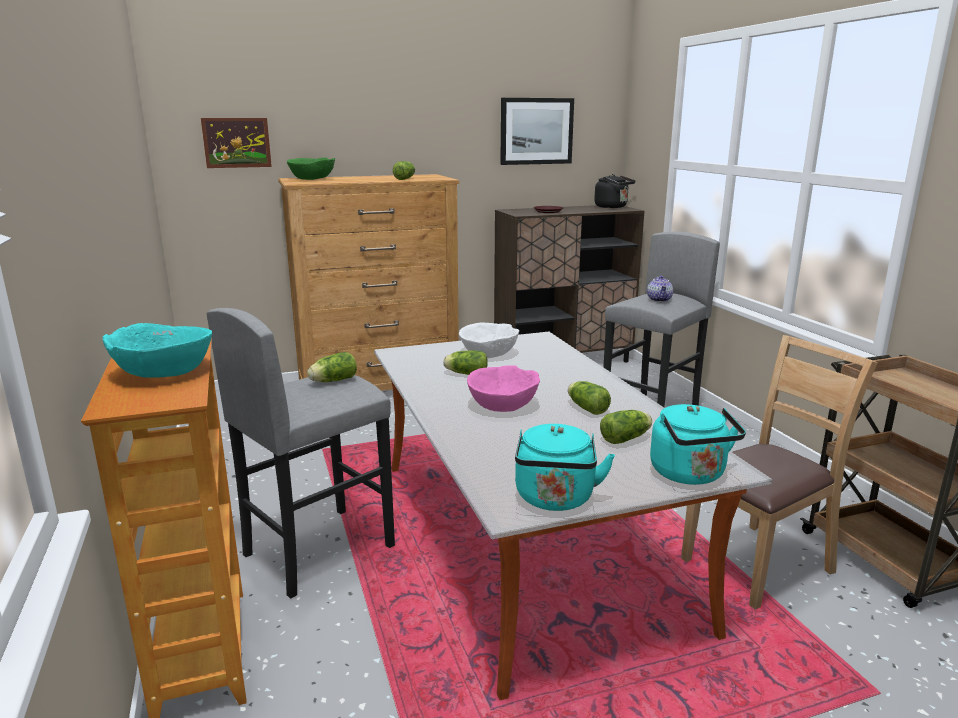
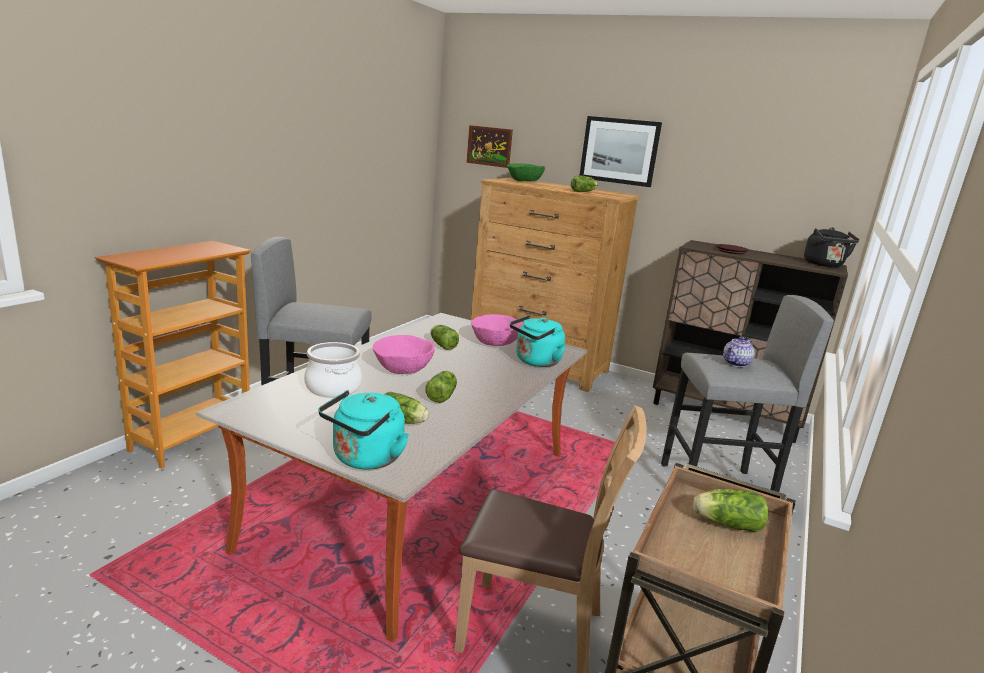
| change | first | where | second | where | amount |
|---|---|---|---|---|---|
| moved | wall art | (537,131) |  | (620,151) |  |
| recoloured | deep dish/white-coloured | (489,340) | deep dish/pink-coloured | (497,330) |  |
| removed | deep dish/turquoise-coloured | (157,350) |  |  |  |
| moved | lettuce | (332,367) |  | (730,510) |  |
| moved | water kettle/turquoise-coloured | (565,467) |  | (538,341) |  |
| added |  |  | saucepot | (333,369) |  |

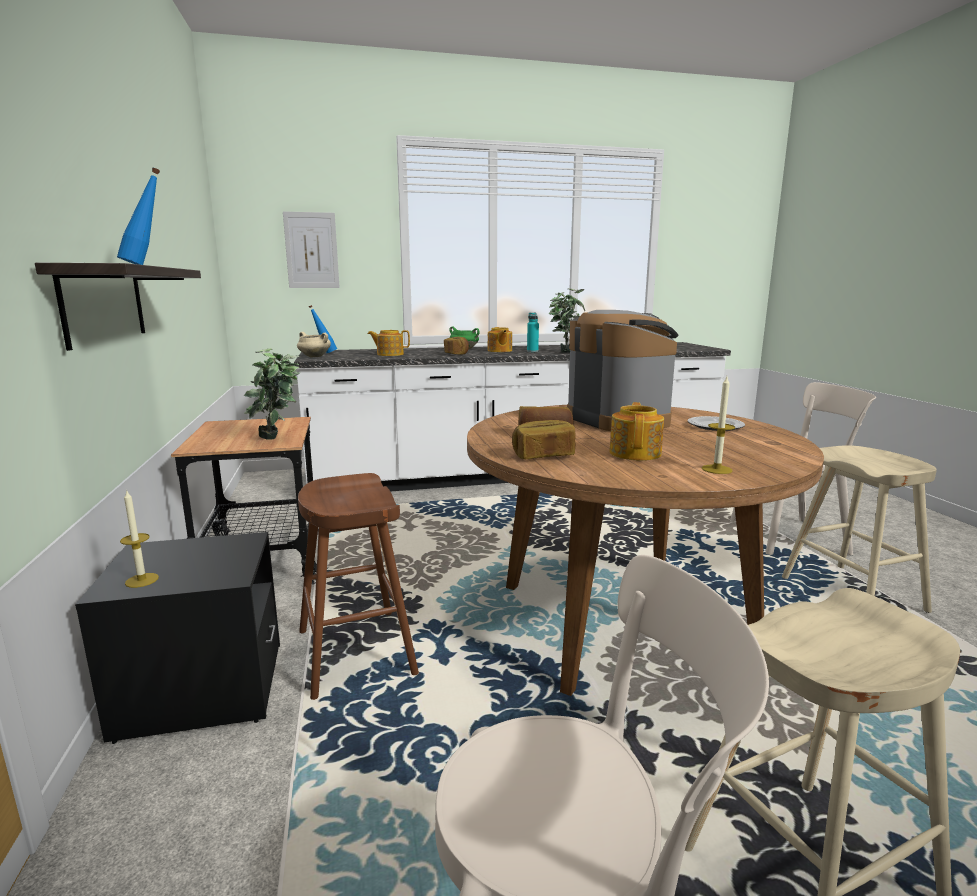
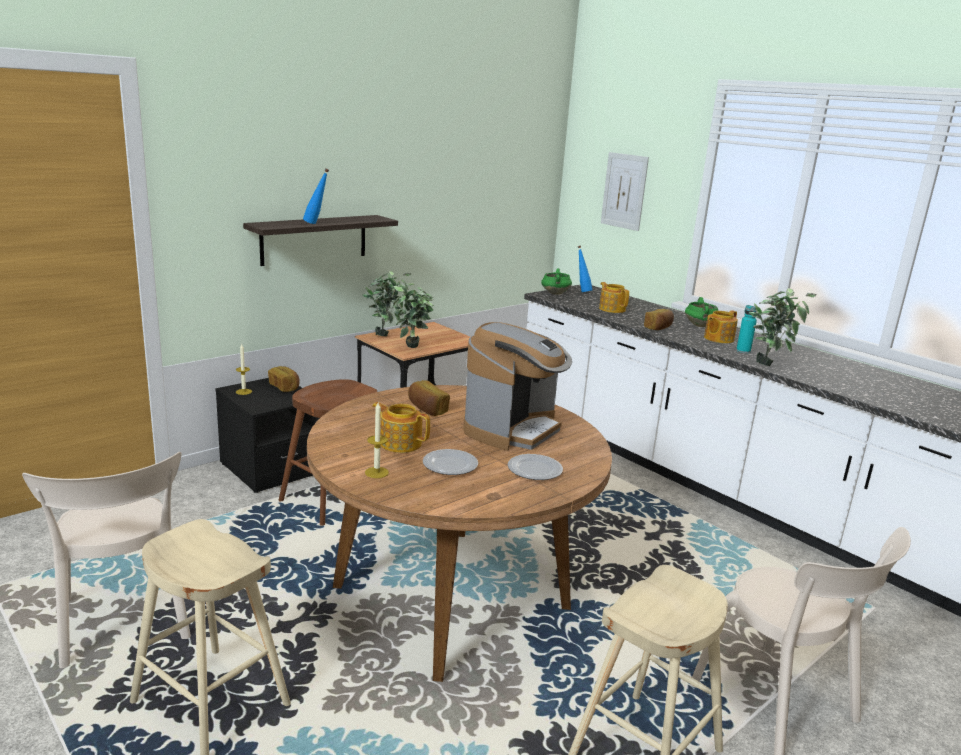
| change | first | where | second | where | amount |
|---|---|---|---|---|---|
| recoloured | saucepot/sand-coloured | (314,344) | saucepot/green-coloured | (556,281) |  |
| turned | tea pot | (636,431) |  | (401,427) | 135 degrees counterclockwise |
| moved | bread | (543,439) |  | (284,379) |  |
| added |  |  | houseplant | (387,303) |  |
| added |  |  | flat dish | (450,462) |  |

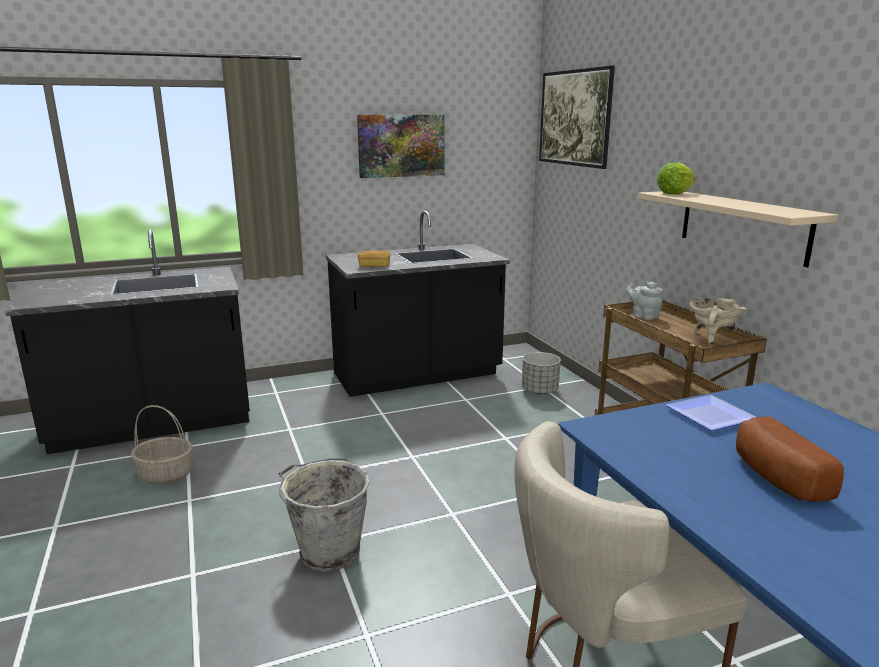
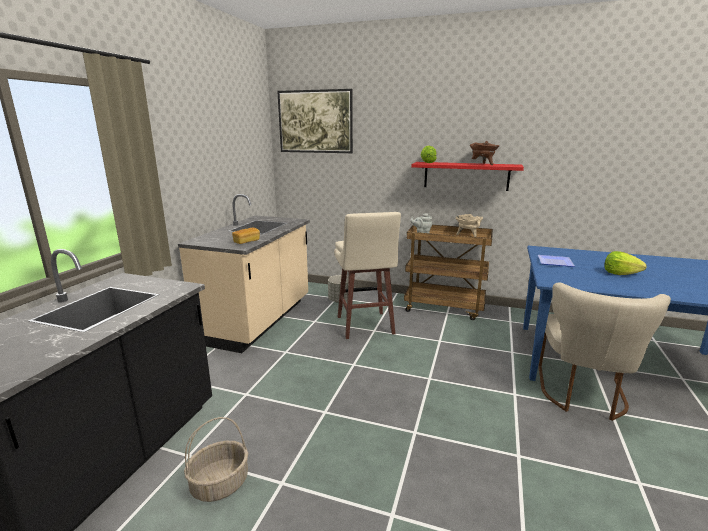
| change | first | where | second | where | amount |
|---|---|---|---|---|---|
| removed | wall art | (401,146) |  |  |  |
| recoloured | bracket shelf/sand-coloured | (738,229) | bracket shelf/red-coloured | (467,176) |  |
| recoloured | kitchen counter/black | (418,304) | kitchen counter/sand-coloured | (244,273) |  |
| replaced | bread | (790,458) | lettuce | (626,263) |  |
| removed | water bucket/greyish | (324,515) |  |  |  |
| added |  |  | saucepot/brown-coloured | (485,153) |  |
| added |  |  | sitting stool/sand-coloured | (367,275) |  |

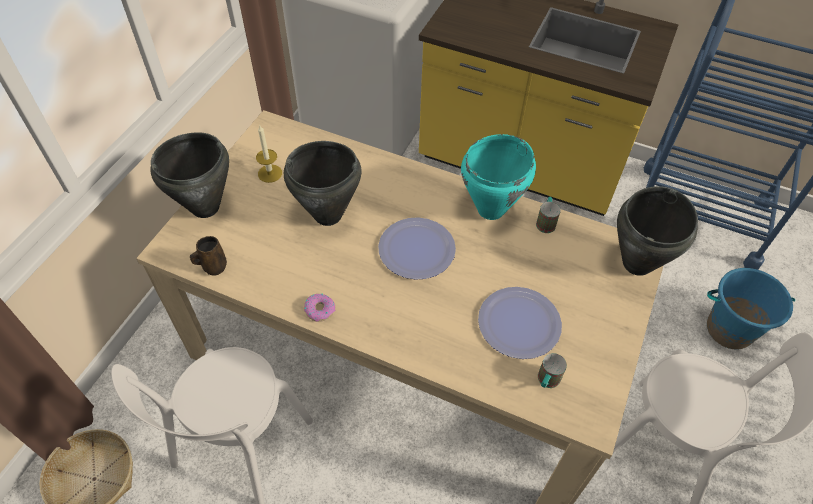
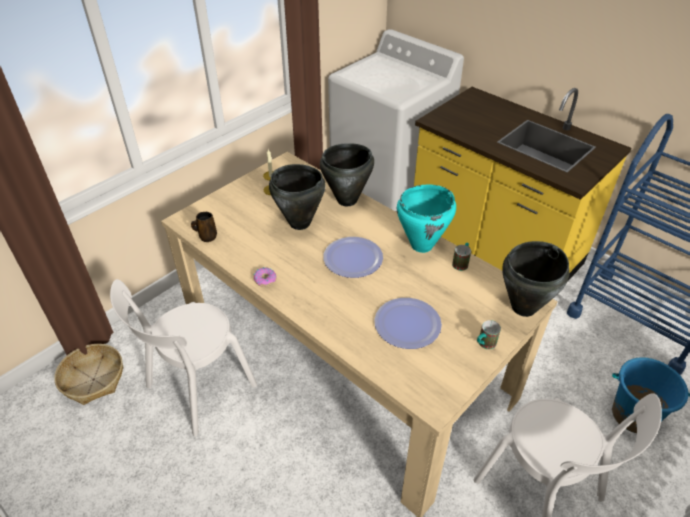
| change | first | where | second | where | amount |
|---|---|---|---|---|---|
| moved | saucepot/black | (189,175) |  | (347,174) |  |
| moved | coffee mug | (552,370) |  | (489,334) |  |

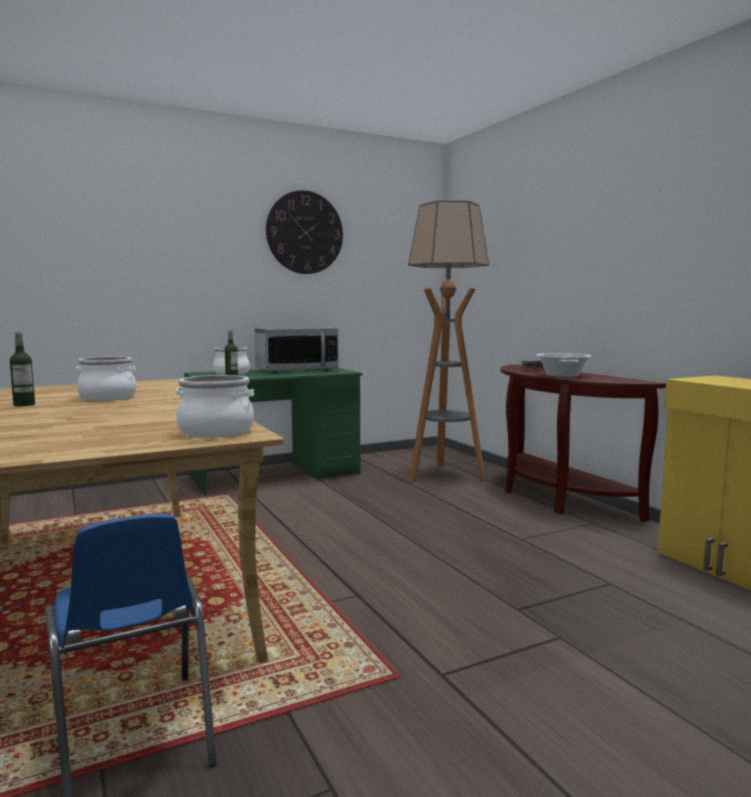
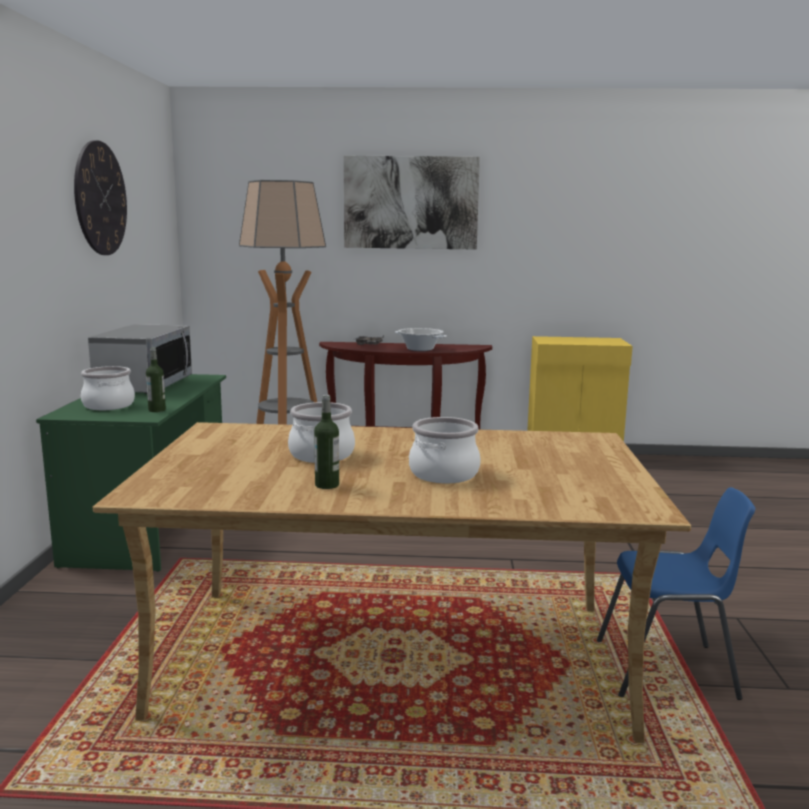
| change | first | where | second | where | amount |
|---|---|---|---|---|---|
| moved | saucepot | (215,406) |  | (445,450) |  |
| added |  |  | wall art | (412,203) |  |

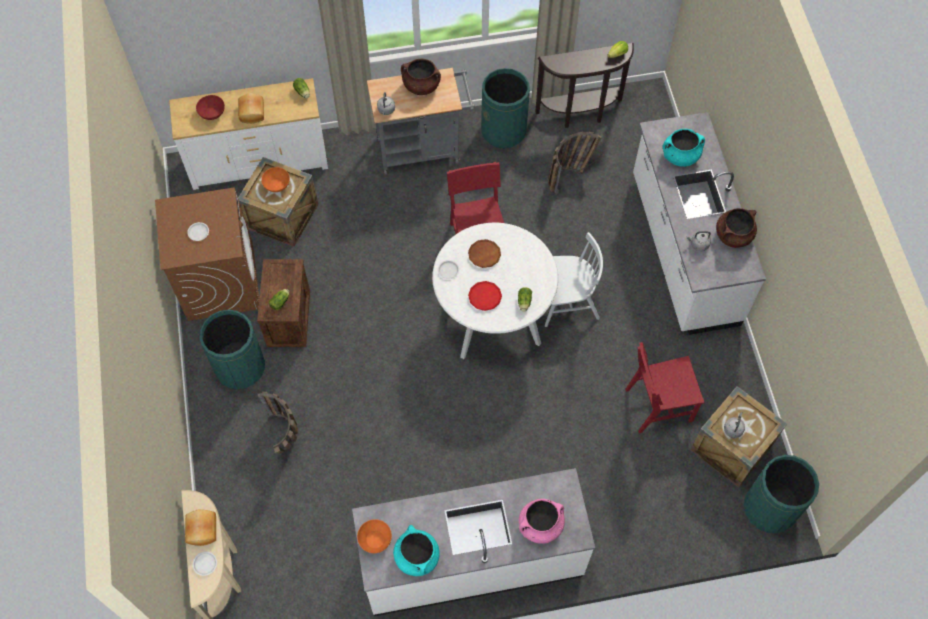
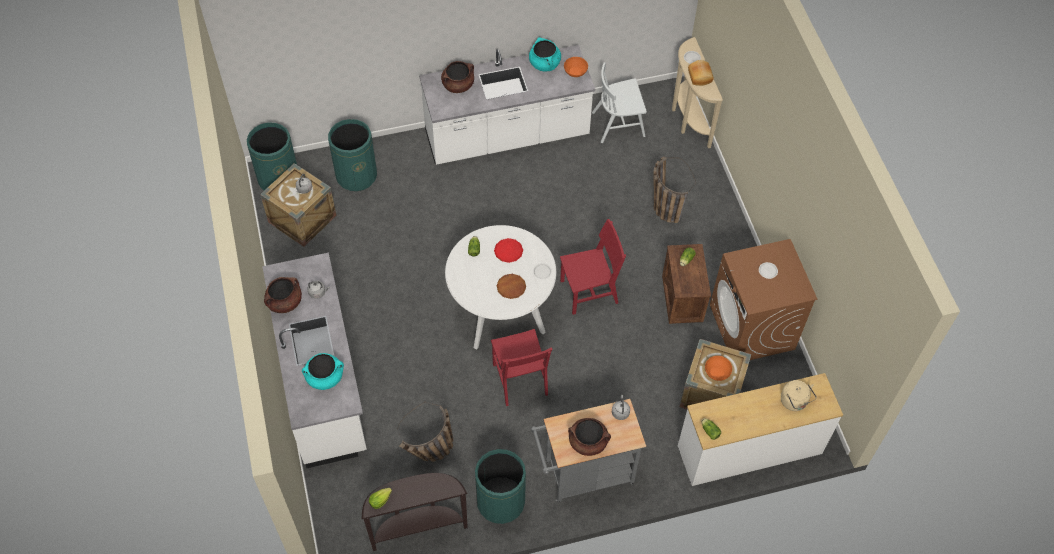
| change | first | where | second | where | amount |
|---|---|---|---|---|---|
| removed | bread | (251,108) |  |  |  |
| replaced | deep dish/red-coloured | (210,107) | water kettle/sand-coloured | (799,395) |  |
| moved | plain chair/white-coloured | (574,279) |  | (619,102) |  |
| moved | rubbish bin/green-coloured | (232,349) |  | (352,155) |  |
| moved | plain chair/red-coloured | (665,387) |  | (593,267) |  |
| recoloured | saucepot/pink-coloured | (542,521) | saucepot/brown-coloured | (457,77) |  |

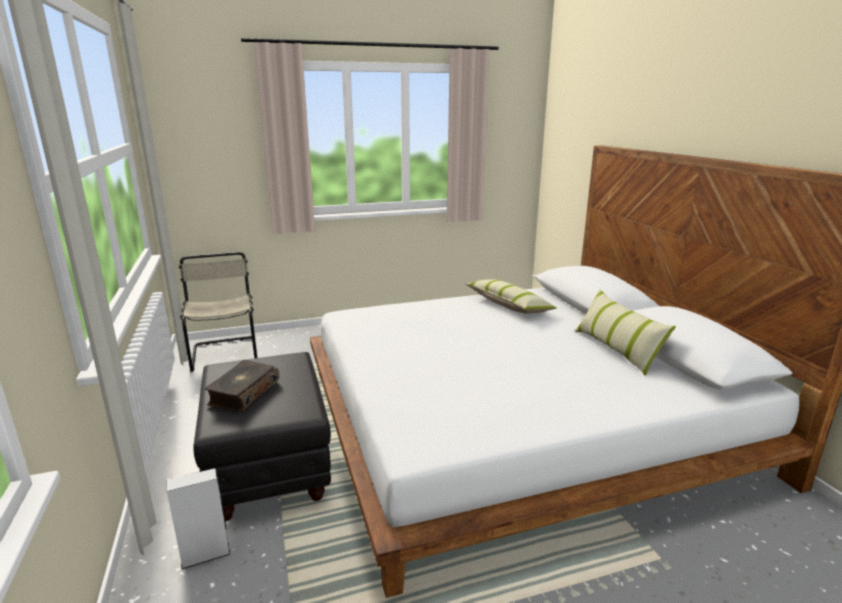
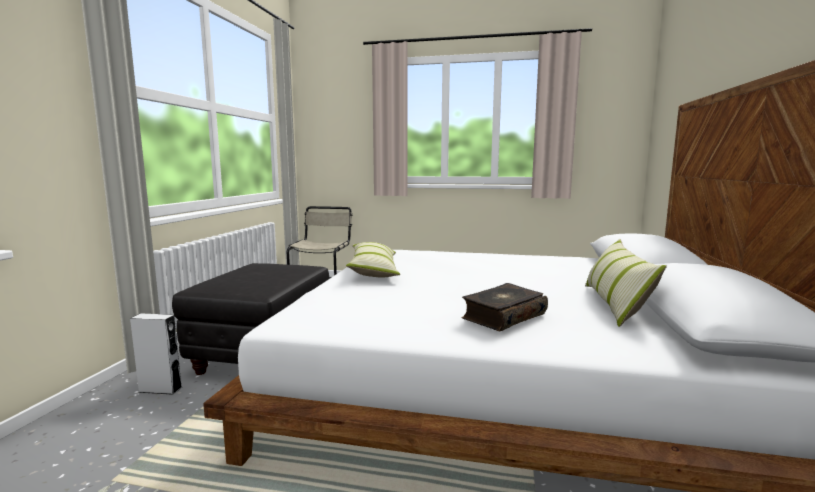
| change | first | where | second | where | amount |
|---|---|---|---|---|---|
| moved | cushion | (511,297) |  | (373,260) |  |
| moved | volume | (241,386) |  | (504,307) |  |

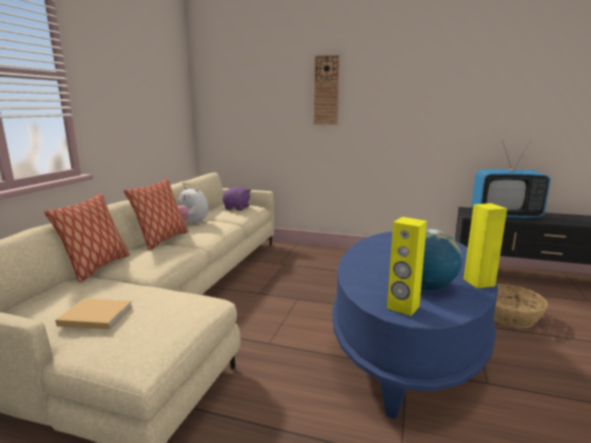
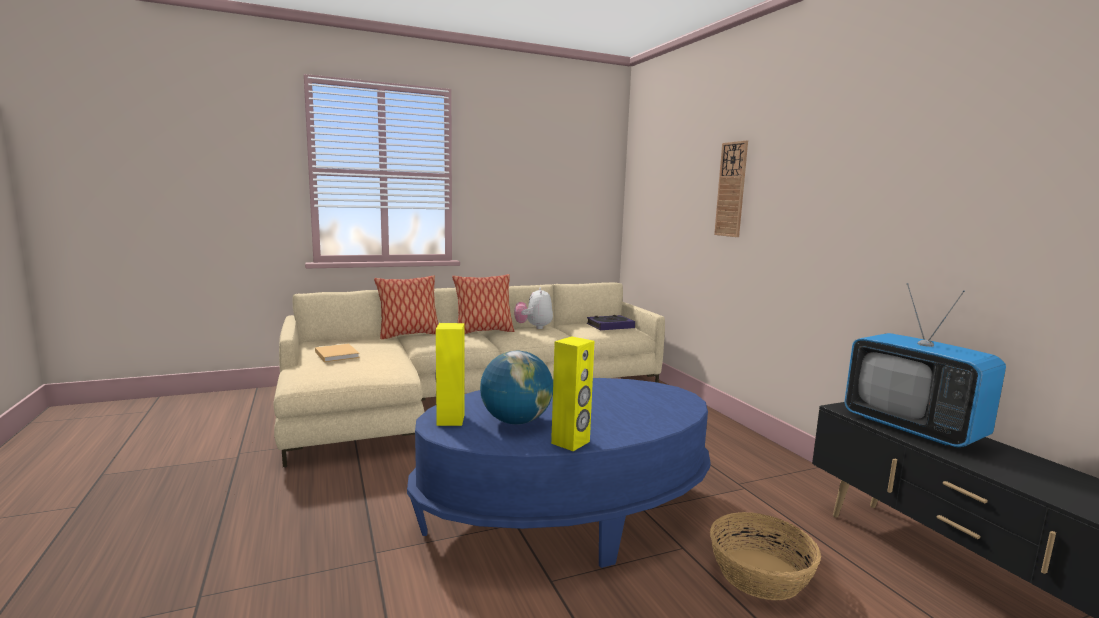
| change | first | where | second | where | amount |
|---|---|---|---|---|---|
| replaced | cuddly toy/purple | (237,198) | volume | (611,322) |  |

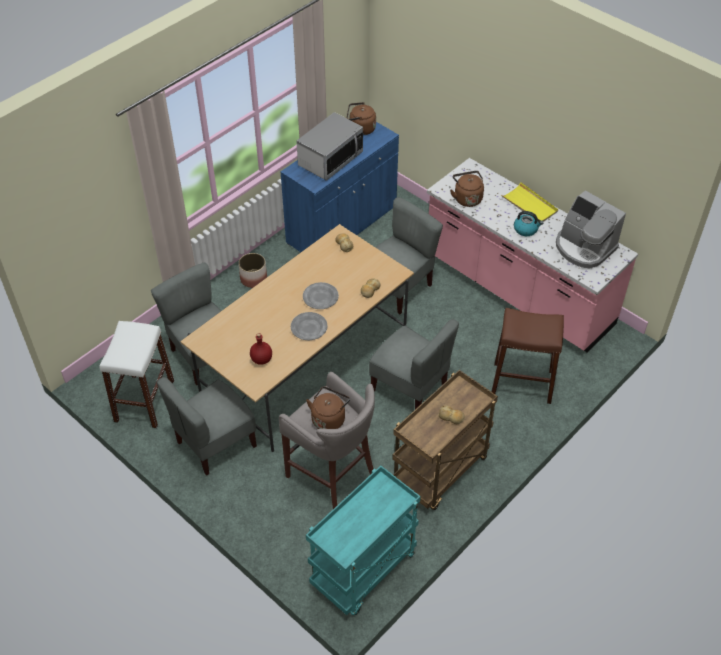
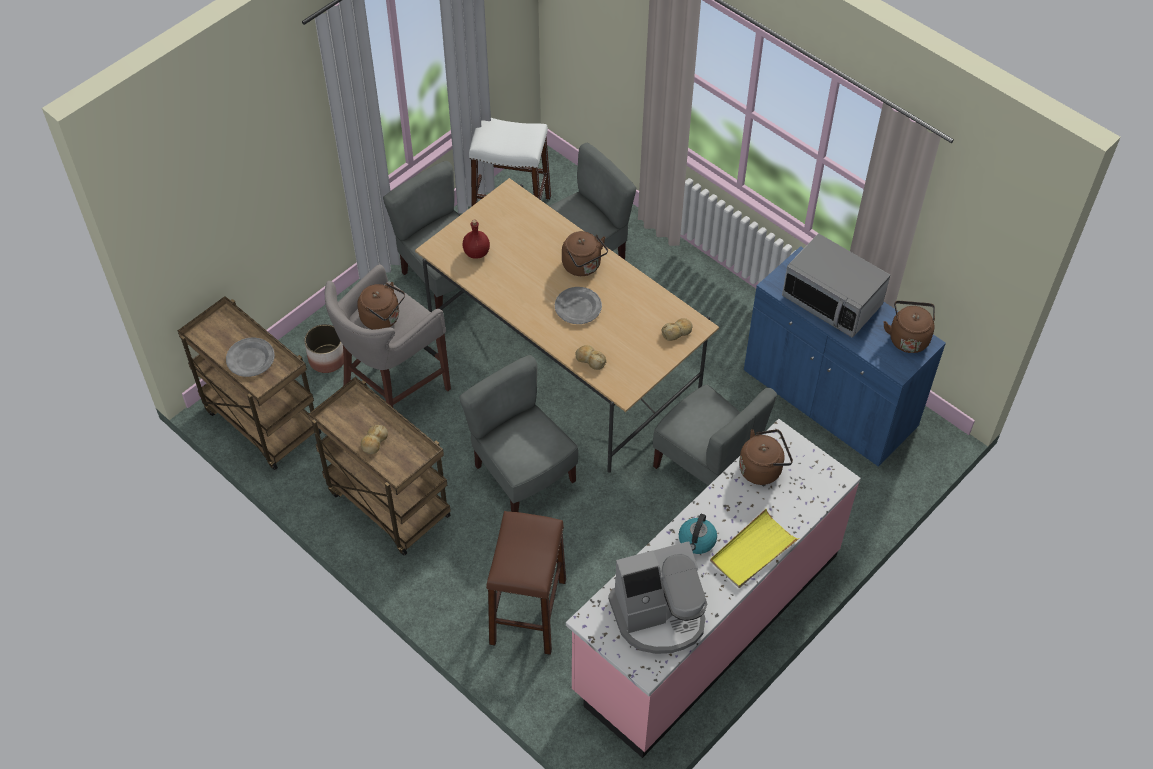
| change | first | where | second | where | amount |
|---|---|---|---|---|---|
| turned | coffee machine | (591,229) |  | (657,597) | 150 degrees counterclockwise |
| moved | flower pot | (252,270) |  | (324,348) |  |
| moved | flat dish/greyish | (309,326) |  | (250,357) |  |
| turned | plain chair/greyish | (414,364) |  | (518,433) | 105 degrees clockwise |
| recoloured | wheeled cart/turquoise-coloured | (363,540) | wheeled cart/brown-coloured | (250,383) |  |
| added |  |  | water kettle/brown-coloured | (585,253) |  |

